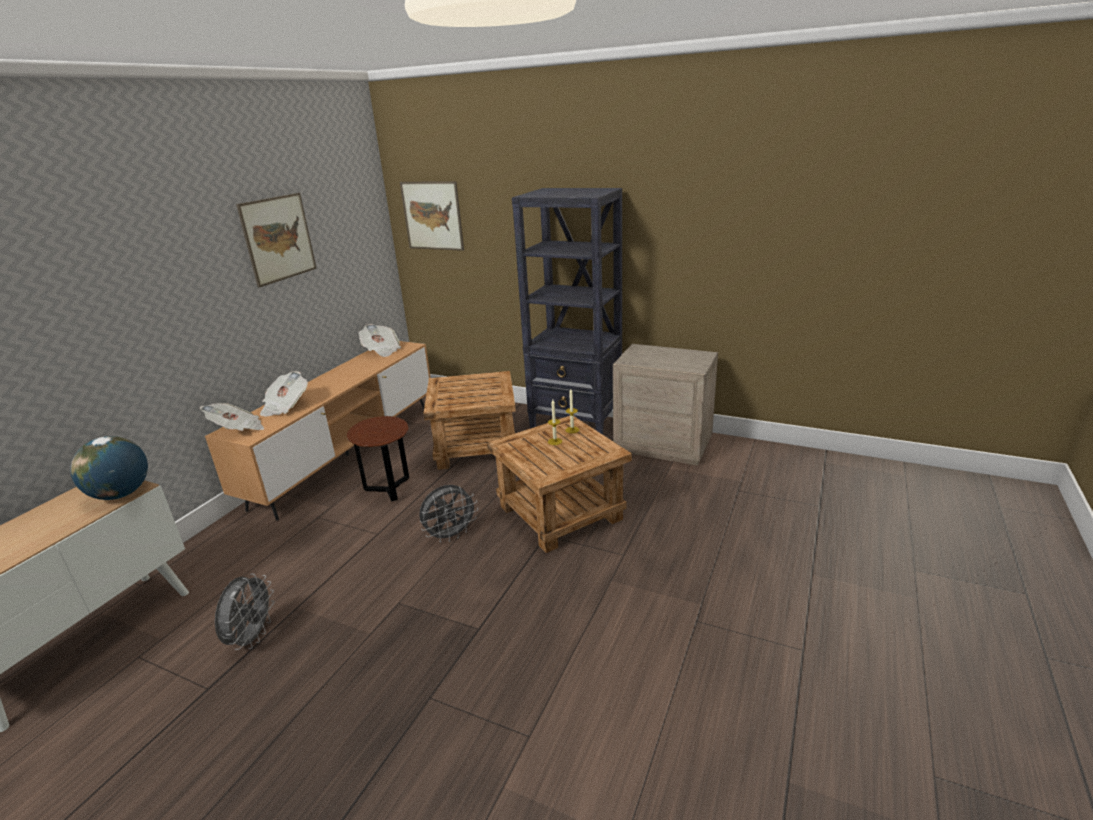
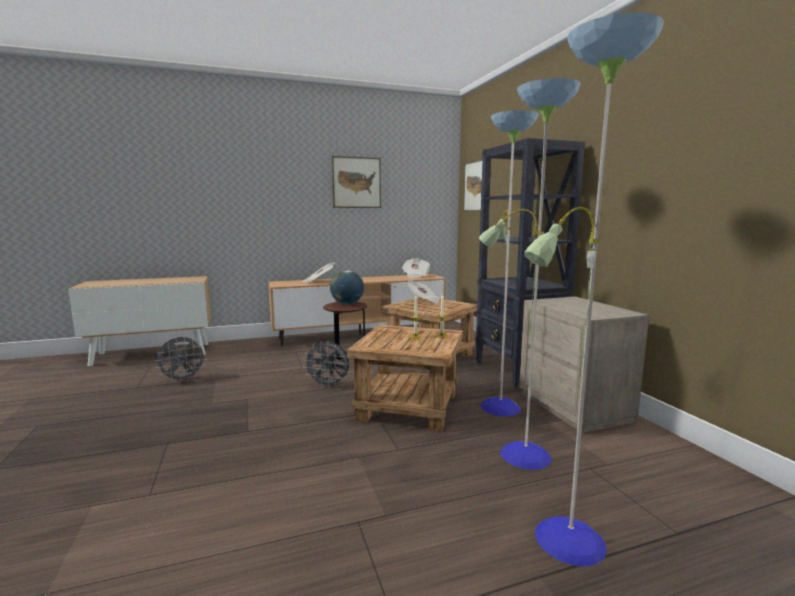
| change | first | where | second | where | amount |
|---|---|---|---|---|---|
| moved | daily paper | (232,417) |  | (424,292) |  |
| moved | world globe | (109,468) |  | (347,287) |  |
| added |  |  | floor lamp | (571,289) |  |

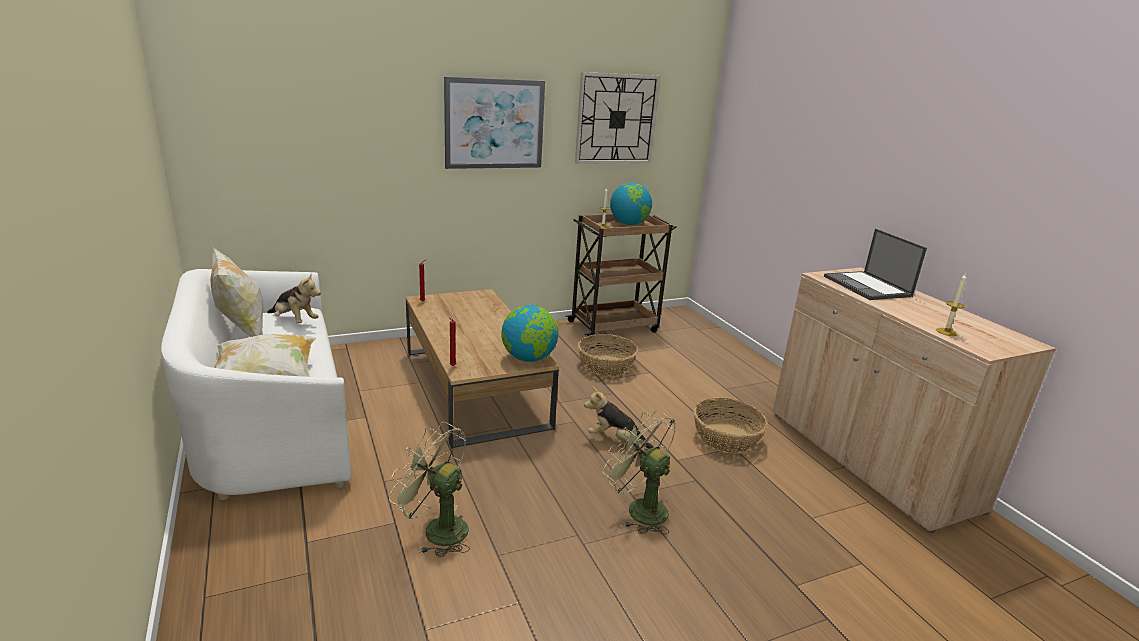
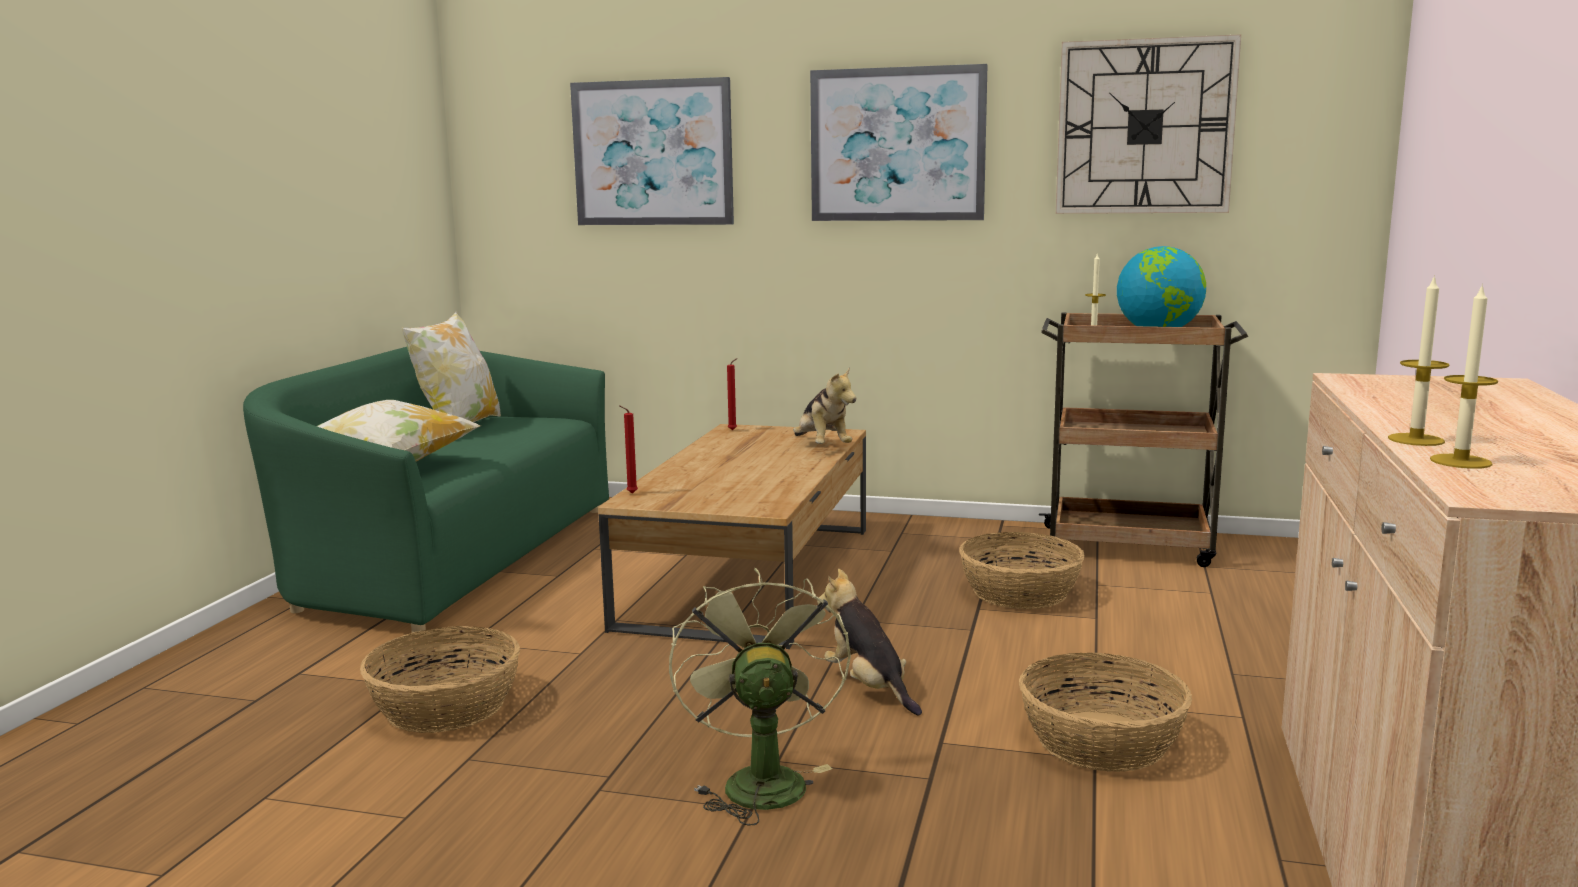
| change | first | where | second | where | amount |
|---|---|---|---|---|---|
| removed | notebook computer | (875,264) |  |  |  |
| recoloured | sofa/white-coloured | (256,384) | sofa/green-coloured | (426,490) |  |
| moved | cuddly toy | (294,298) |  | (824,405) |  |
| removed | world globe | (529,333) |  |  |  |
| replaced | electric fan/green-coloured | (429,490) | storage basket | (440,679) |  |
| added |  |  | wall art | (652,151) |  |
| added |  |  | wax light | (1419,360) |  |

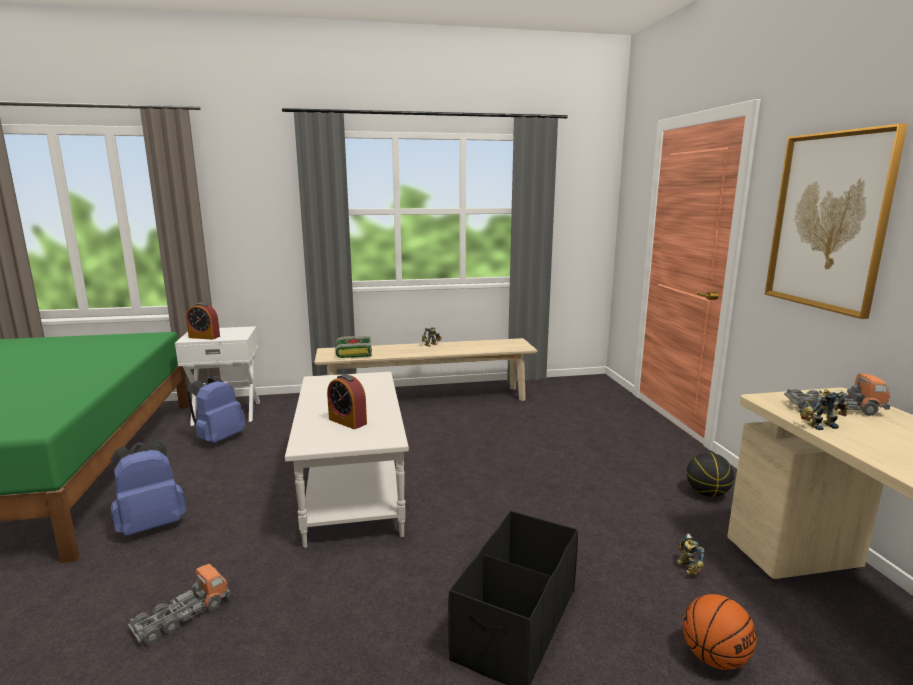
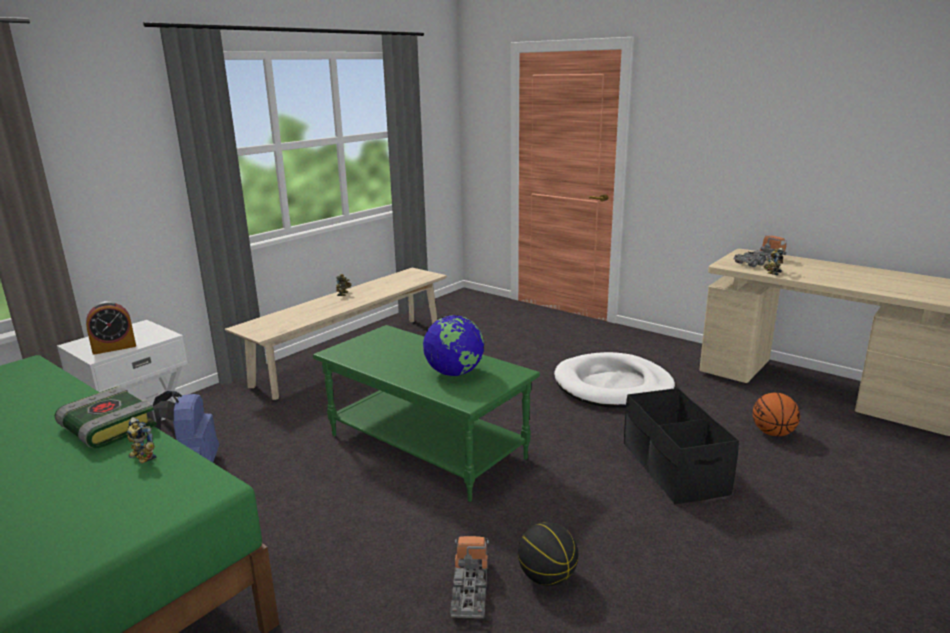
| change | first | where | second | where | amount |
|---|---|---|---|---|---|
| removed | wall art | (836,221) |  |  |  |
| moved | volume | (353,347) |  | (106,417) |  |
| recoloured | coffee table/white-coloured | (347,460) | coffee table/green-coloured | (426,413) |  |
| replaced | bedside clock | (347,401) | world globe | (453,346) |  |
| removed | rucksack/blue-coloured | (148,488) |  |  |  |
| moved | basketball ball | (710,474) |  | (548,554) |  |
| moved | toy robot | (690,554) |  | (141,440) |  |
| added |  |  | dog cushion/white-coloured | (614,380) |  |

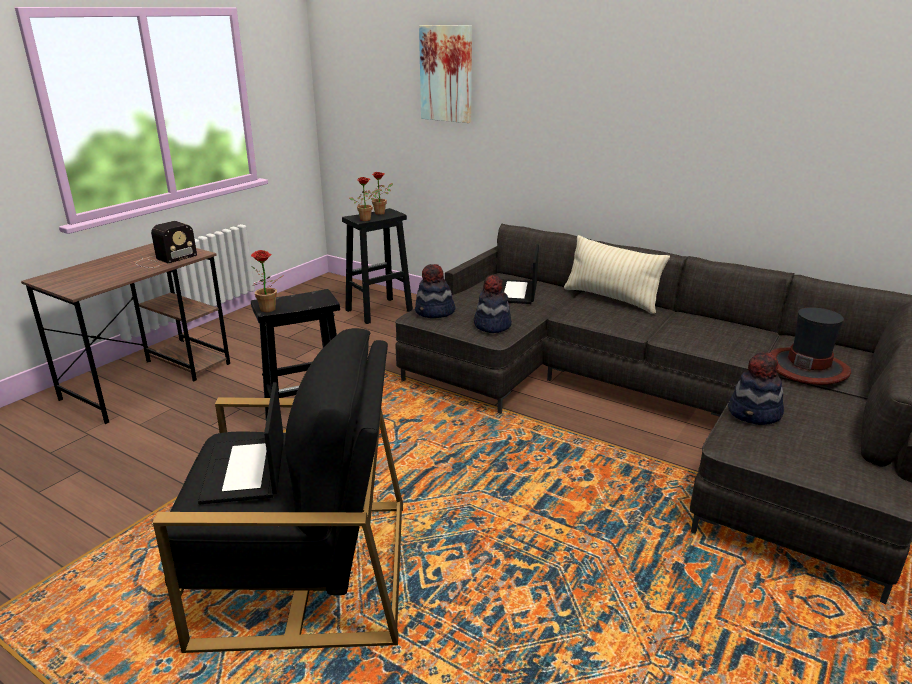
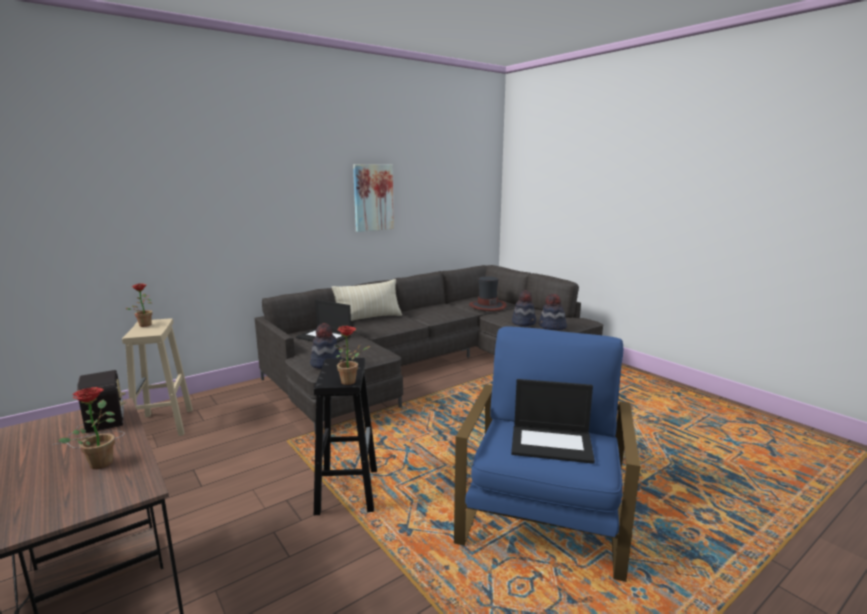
| change | first | where | second | where | amount |
|---|---|---|---|---|---|
| moved | wall art | (445,74) |  | (373,198) |  |
| moved | houseplant | (364,199) |  | (87,428) |  |
| recoloured | sitting stool/black | (377,266) | sitting stool/sand-coloured | (157,377) |  |
| moved | wearable hat | (493,303) |  | (553,312) |  |
| recoloured | lounge chair/black | (278,490) | lounge chair/blue-coloured | (547,454) |  |

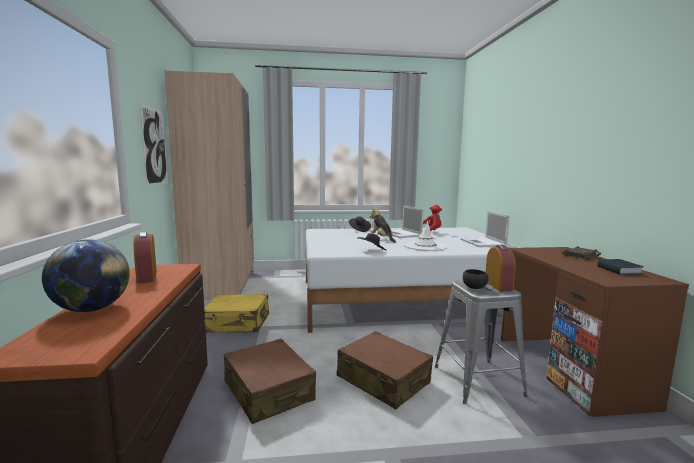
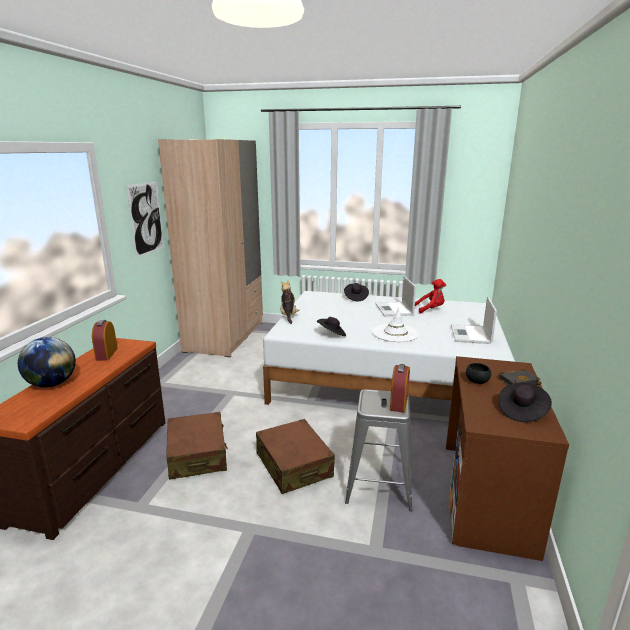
| change | first | where | second | where | amount |
|---|---|---|---|---|---|
| moved | cuddly toy | (382,225) |  | (289,302) |  |
| replaced | volume | (620,267) | wearable hat/black | (525,402) |  |
| moved | deep dish/black | (475,279) |  | (478,373) |  |
| removed | travel case/yellow | (236,313) |  |  |  |

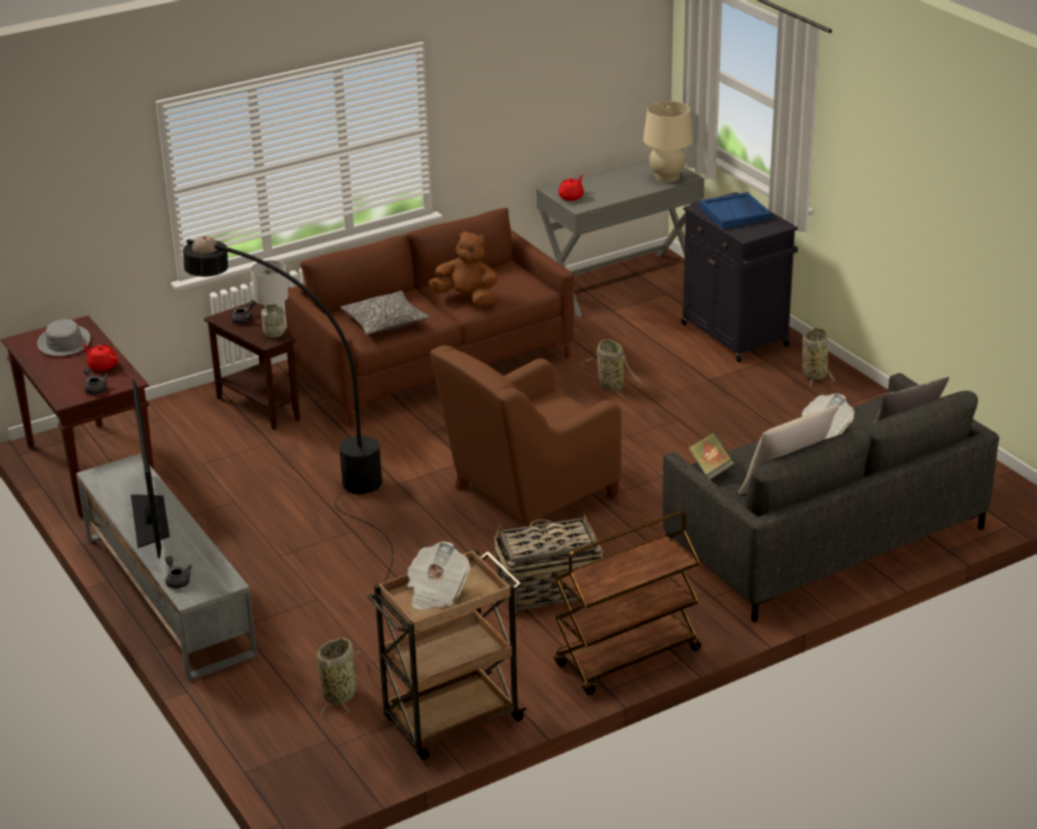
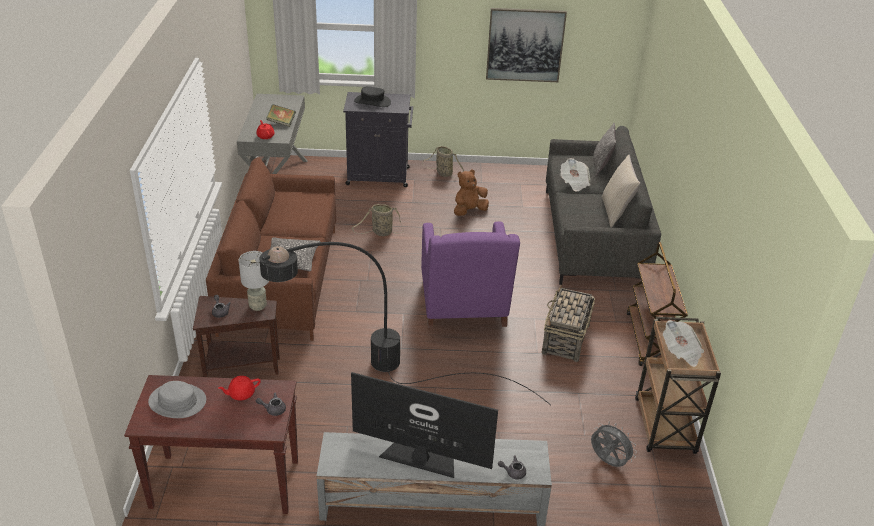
| change | first | where | second | where | amount |
|---|---|---|---|---|---|
| removed | tabletop lamp/sand-coloured | (668,142) |  |  |  |
| replaced | carrying tray/blue-coloured | (735,210) | wearable hat/black | (372,96) |  |
| moved | cuddly toy/brown-coloured | (463,268) |  | (471,192) |  |
| recoloured | lounge chair/brown-coloured | (525,436) | lounge chair/purple | (470,275) |  |
| moved | volume | (712,456) |  | (281,115) |  |
| replaced | storage basket | (338,677) | electric fan/greyish | (614,444) |  |
| added |  |  | wall art | (526,45) |  |

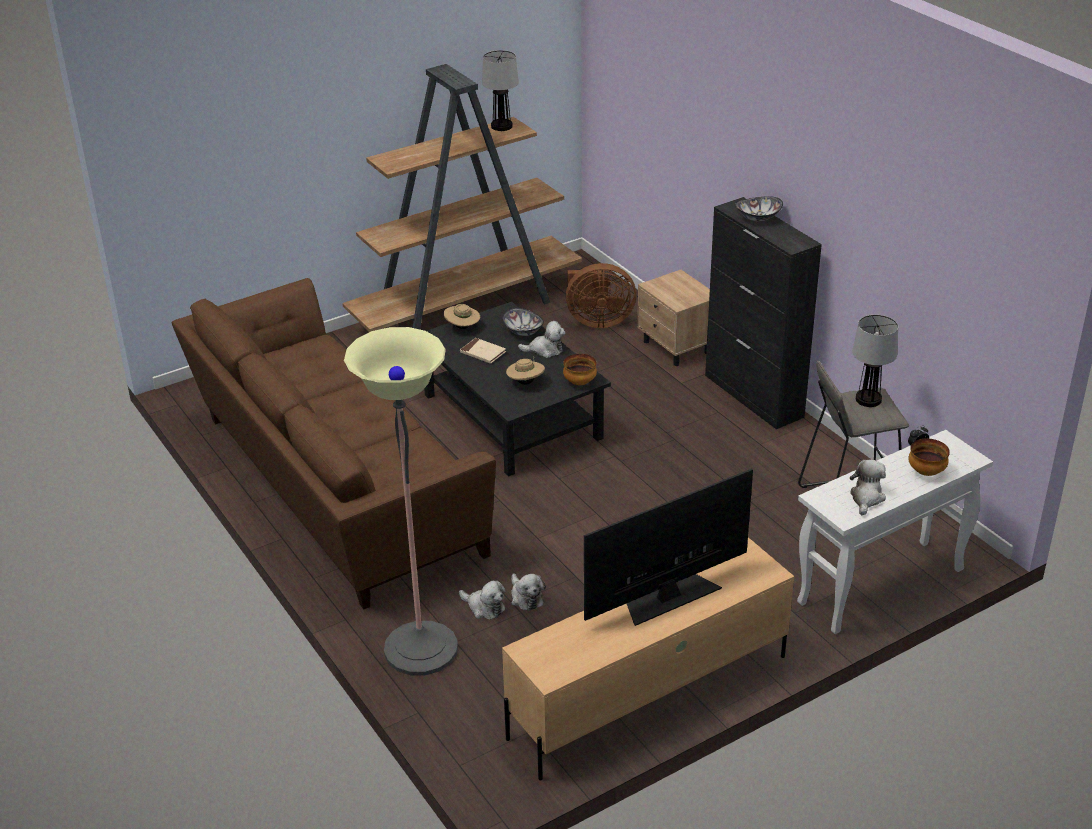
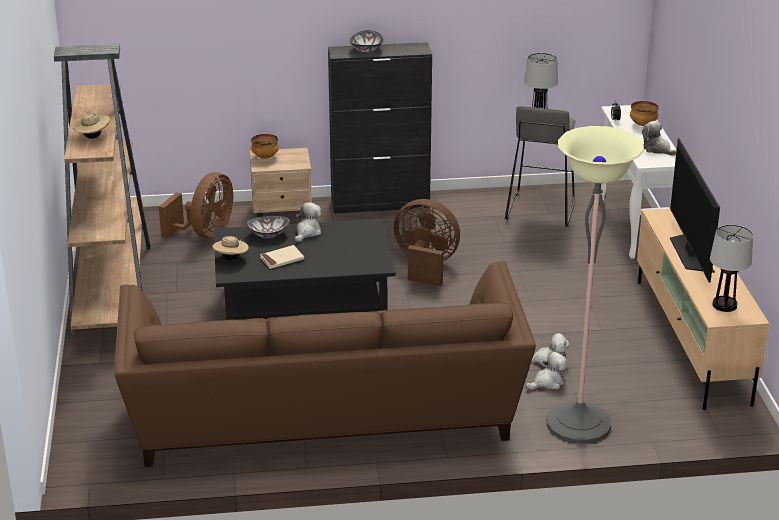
| change | first | where | second | where | amount |
|---|---|---|---|---|---|
| moved | tabletop lamp | (500,90) |  | (731,268) |  |
| moved | deep dish | (580,369) |  | (265,146) |  |
| moved | wearable hat/sand-coloured | (525,371) |  | (91,124) |  |
| added |  |  | electric fan/brown-coloured | (427,242) |  |

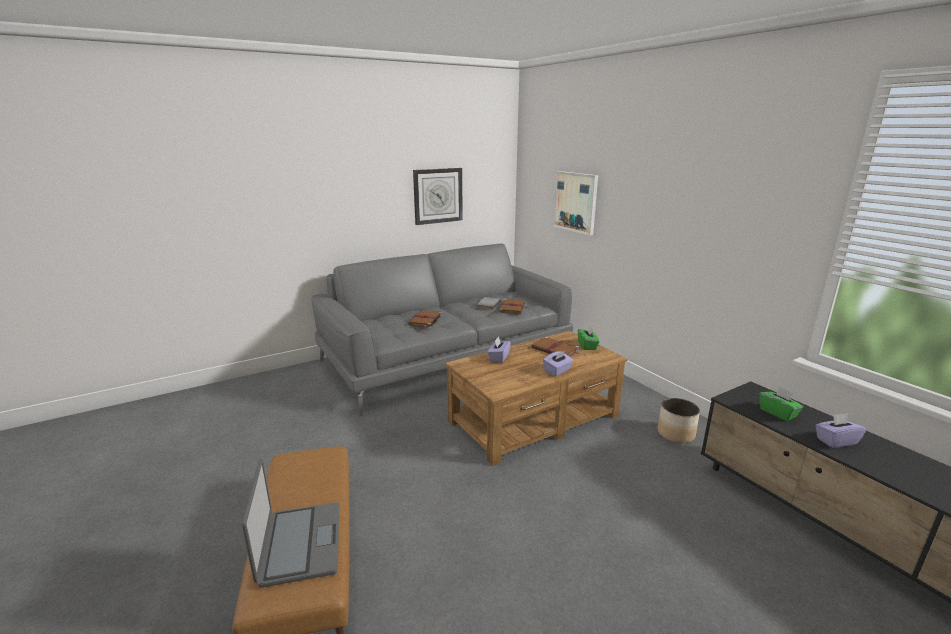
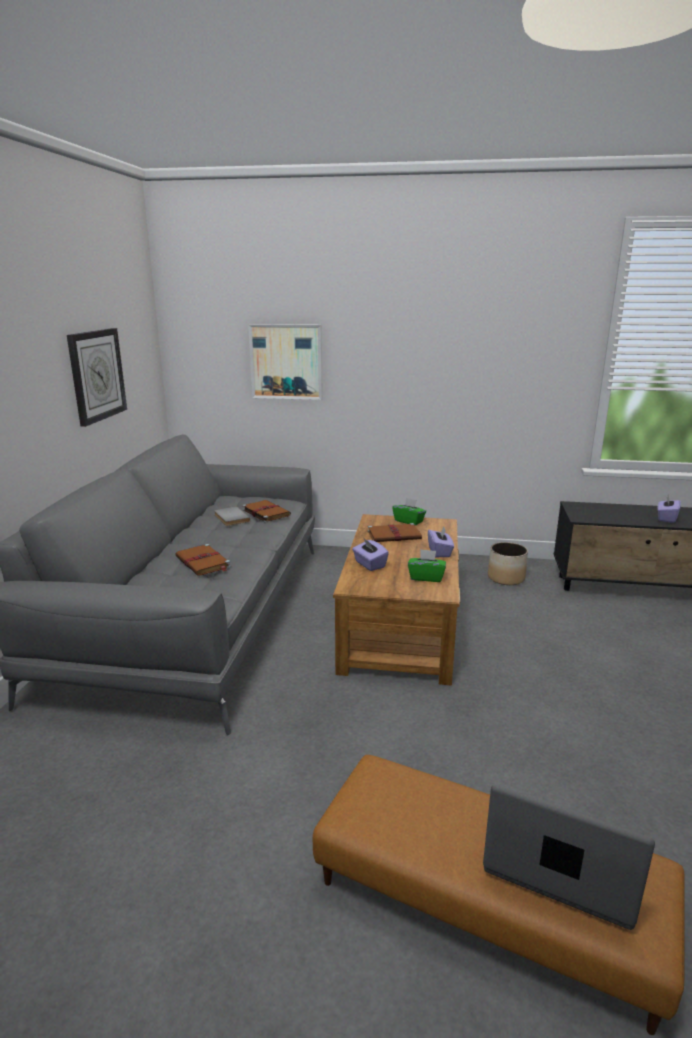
| change | first | where | second | where | amount |
|---|---|---|---|---|---|
| moved | box of tissues/green-coloured | (781,403) |  | (427,565) |  |

